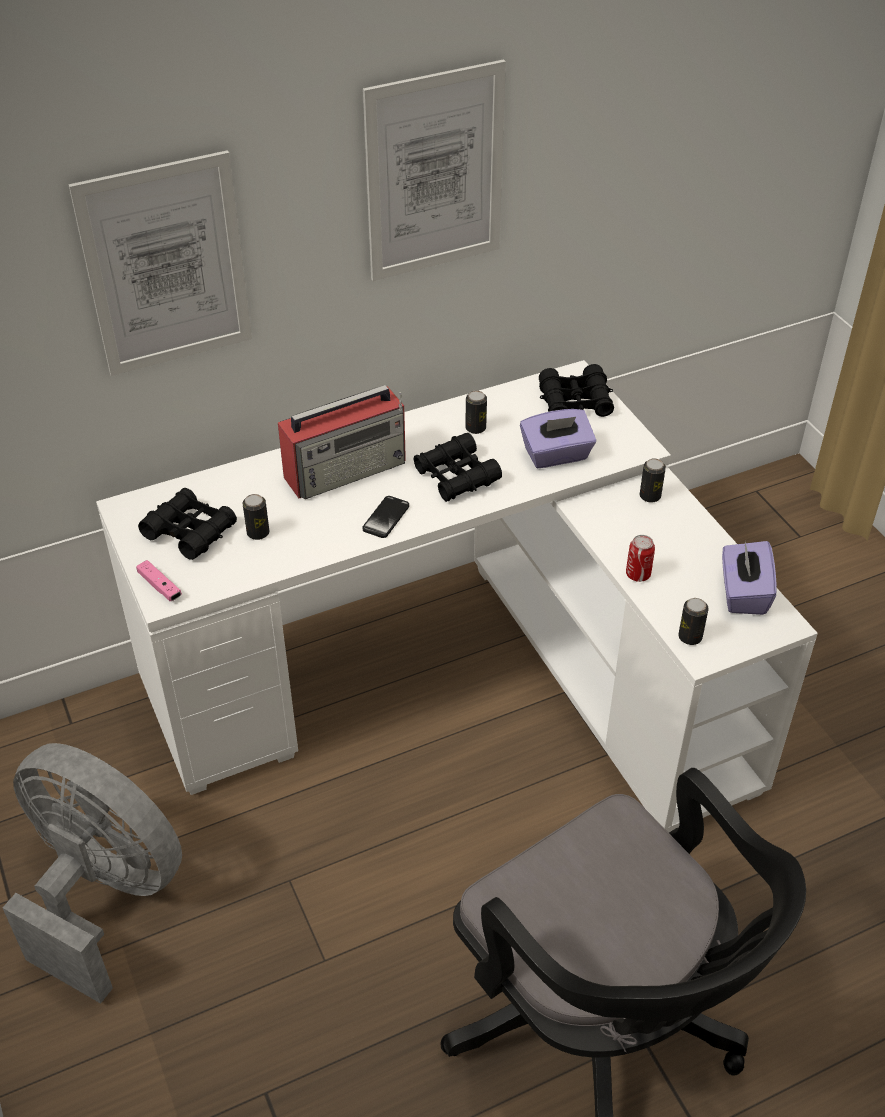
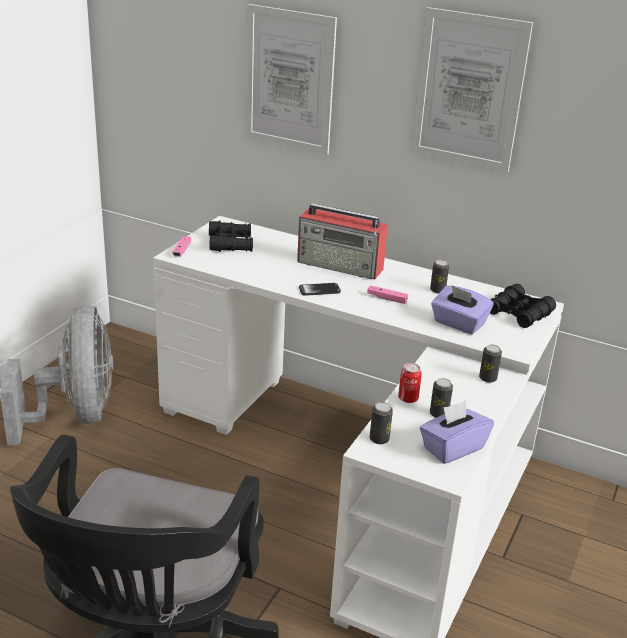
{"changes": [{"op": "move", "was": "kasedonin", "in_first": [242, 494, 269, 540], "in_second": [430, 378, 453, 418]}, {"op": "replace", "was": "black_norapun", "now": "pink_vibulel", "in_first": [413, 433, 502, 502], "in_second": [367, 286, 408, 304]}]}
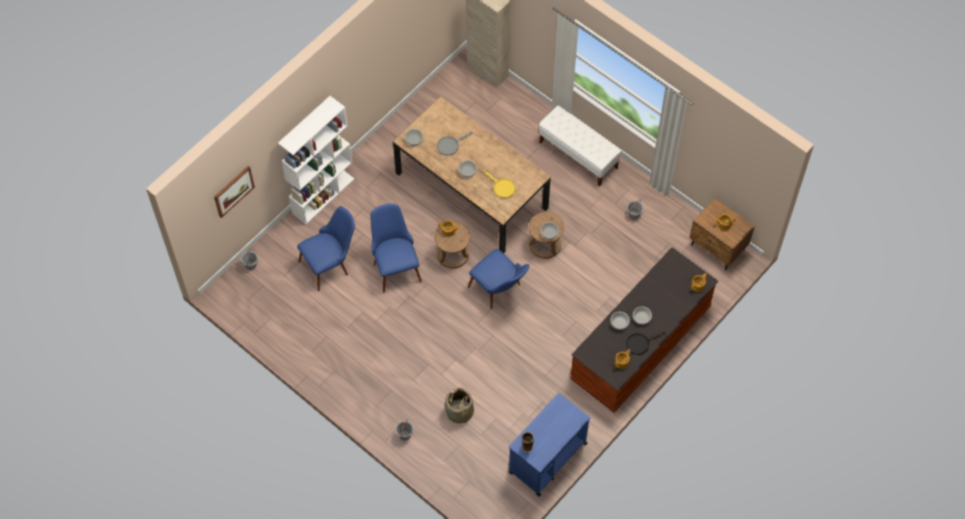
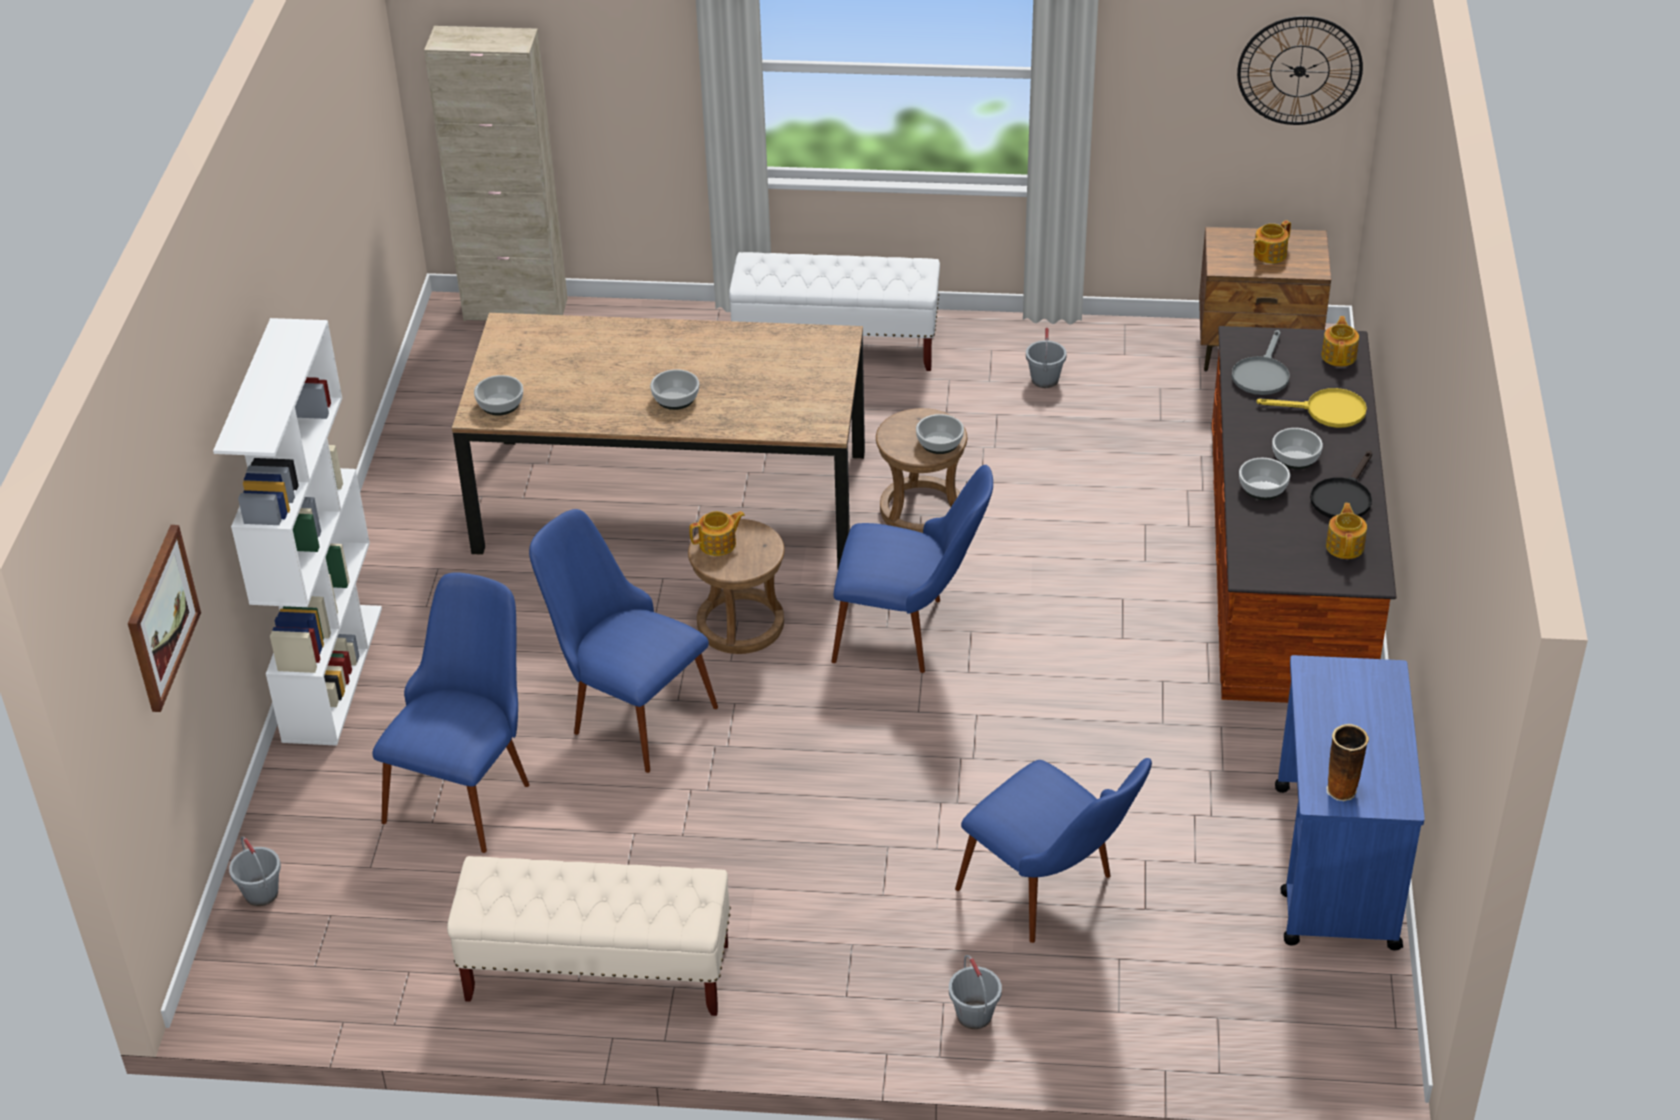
{"changes": [{"op": "insert", "now": "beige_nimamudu", "in_second": [447, 856, 731, 1016]}, {"op": "insert", "now": "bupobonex", "in_second": [1237, 16, 1363, 125]}, {"op": "move", "was": "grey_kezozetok", "in_first": [437, 132, 472, 156], "in_second": [1232, 330, 1290, 395]}, {"op": "move", "was": "yellow_kezozetok", "in_first": [483, 170, 515, 198], "in_second": [1256, 388, 1367, 428]}, {"op": "replace", "was": "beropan", "now": "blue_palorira", "in_first": [445, 387, 474, 424], "in_second": [955, 758, 1152, 943]}]}
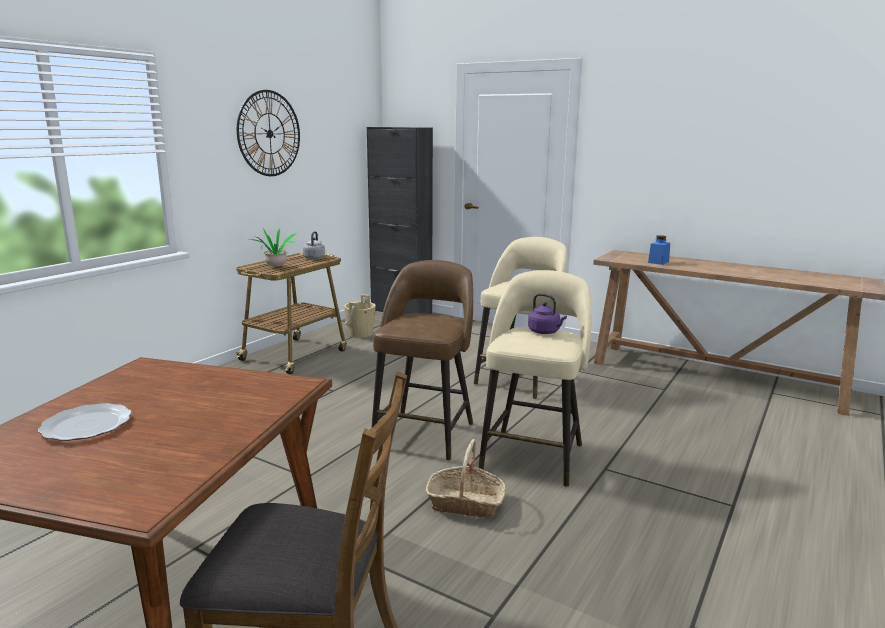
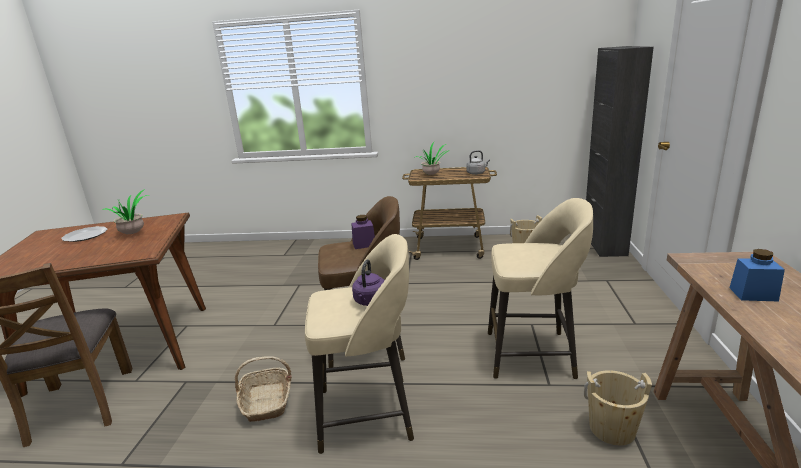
{"changes": [{"op": "delete", "was": "bupobonex", "in_first": [237, 90, 300, 176]}, {"op": "insert", "now": "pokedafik", "in_second": [102, 189, 150, 234]}, {"op": "insert", "now": "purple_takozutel", "in_second": [351, 215, 375, 249]}, {"op": "insert", "now": "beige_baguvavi", "in_second": [584, 370, 652, 446]}]}
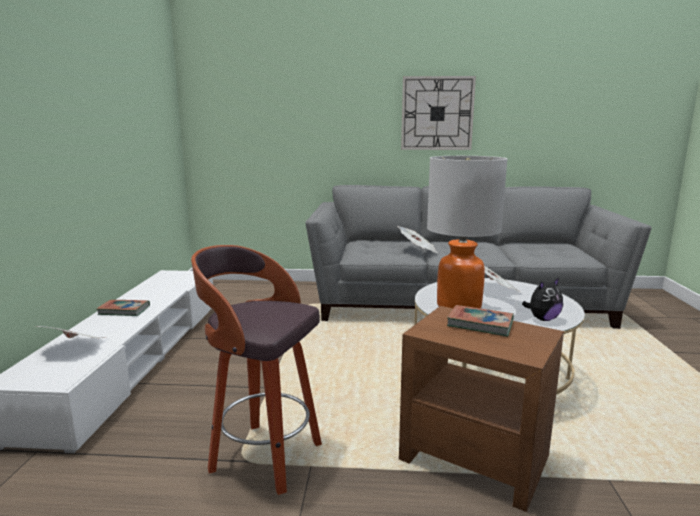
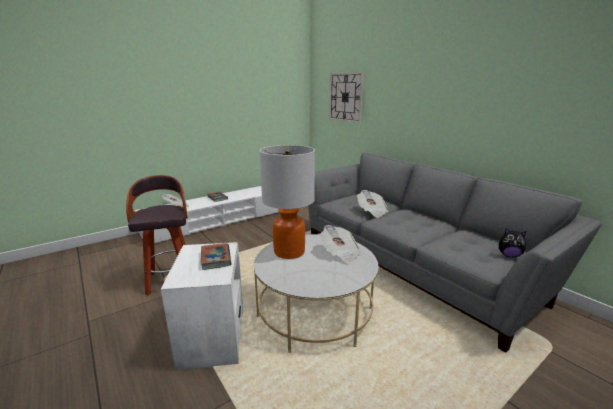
{"changes": [{"op": "move", "was": "bupobonex", "in_first": [401, 76, 476, 150], "in_second": [329, 72, 364, 123]}, {"op": "move", "was": "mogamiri", "in_first": [522, 278, 563, 321], "in_second": [499, 228, 526, 258]}, {"op": "recolor", "was": "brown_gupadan", "now": "white_gupadan", "in_first": [399, 306, 564, 512], "in_second": [161, 242, 243, 371]}]}
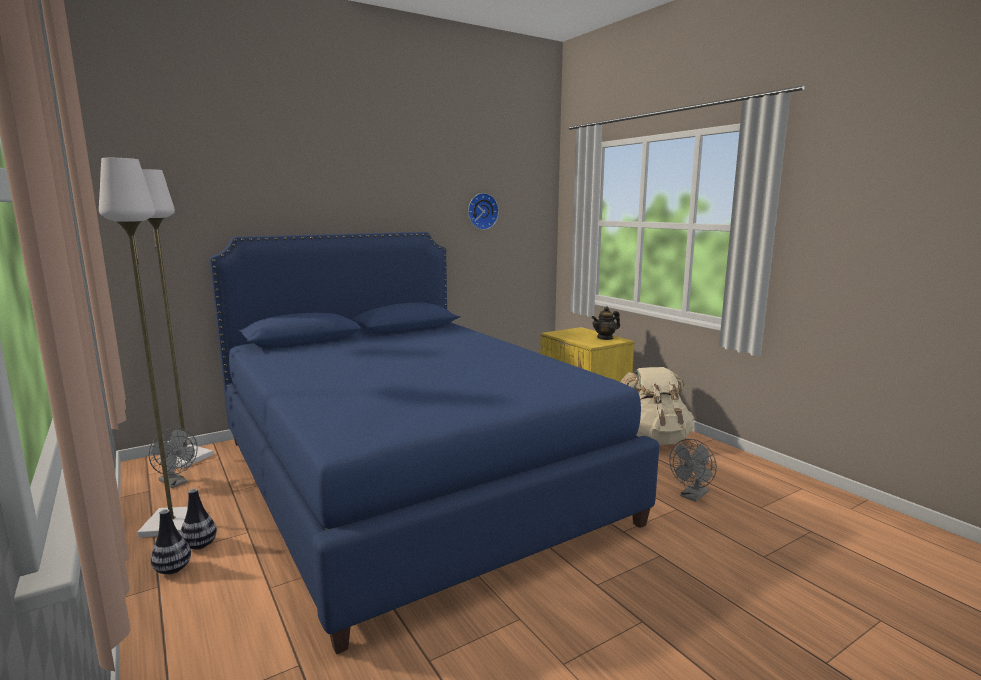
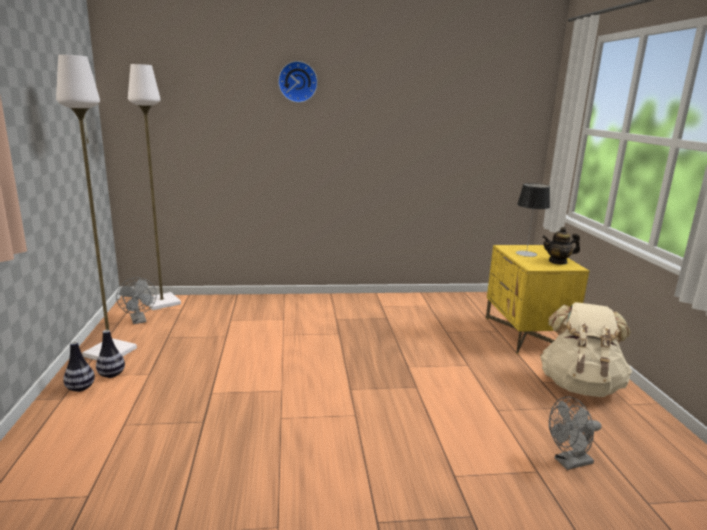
{"changes": [{"op": "delete", "was": "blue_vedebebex", "in_first": [209, 232, 659, 654]}, {"op": "insert", "now": "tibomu", "in_second": [516, 183, 550, 257]}, {"op": "move", "was": "bupobonex", "in_first": [468, 193, 499, 230], "in_second": [278, 61, 318, 103]}]}
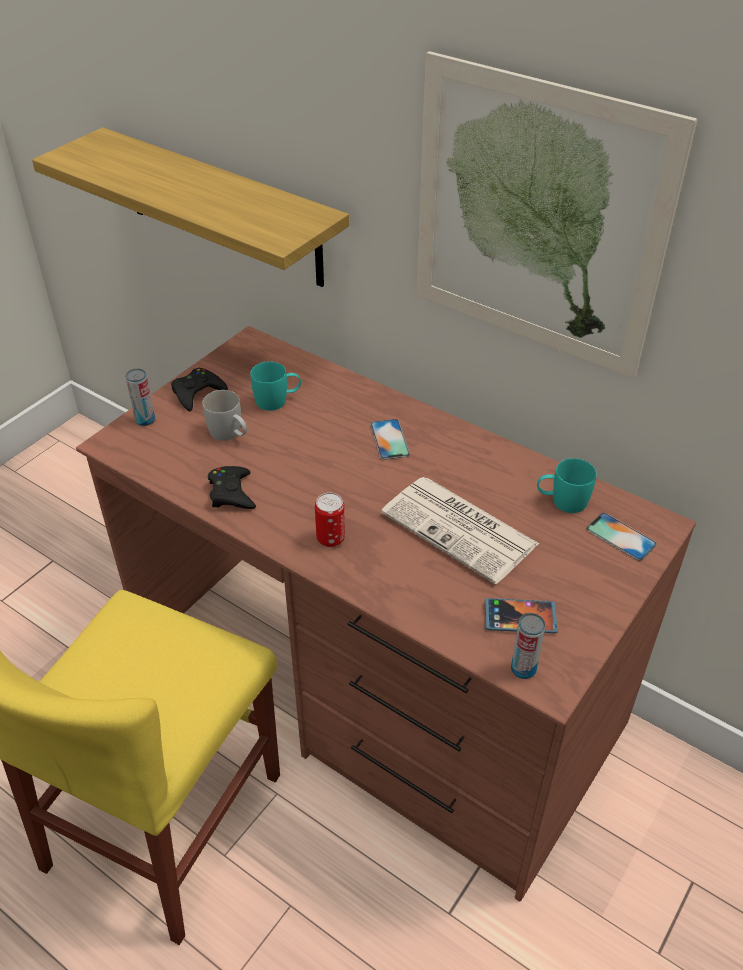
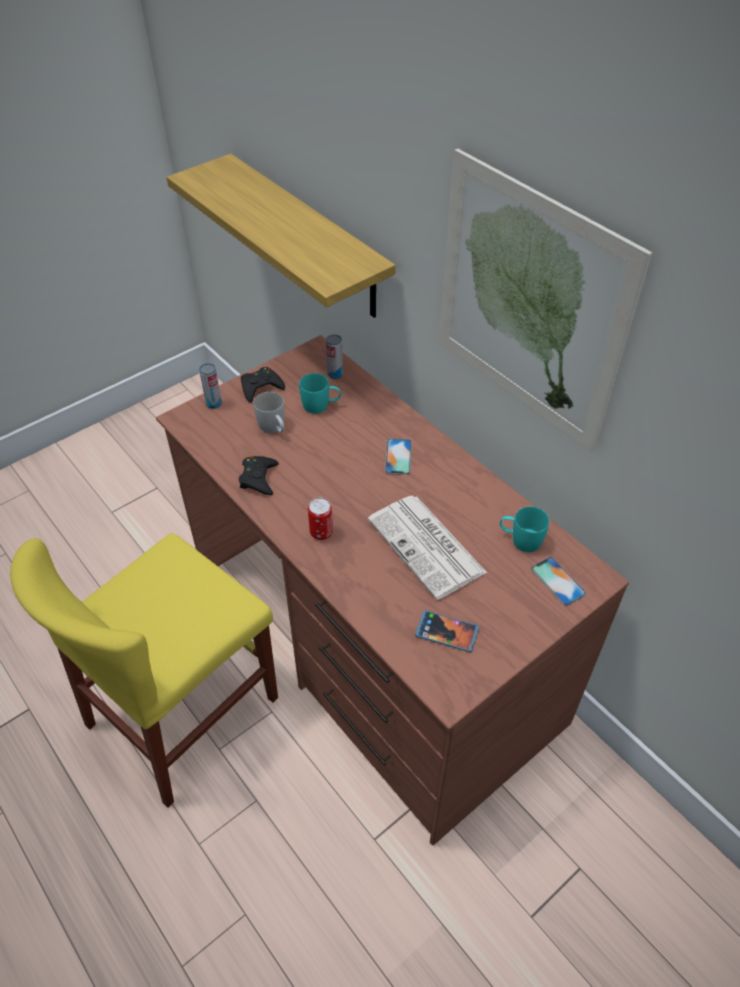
{"changes": [{"op": "move", "was": "kasedonin", "in_first": [511, 613, 546, 679], "in_second": [326, 334, 343, 379]}]}
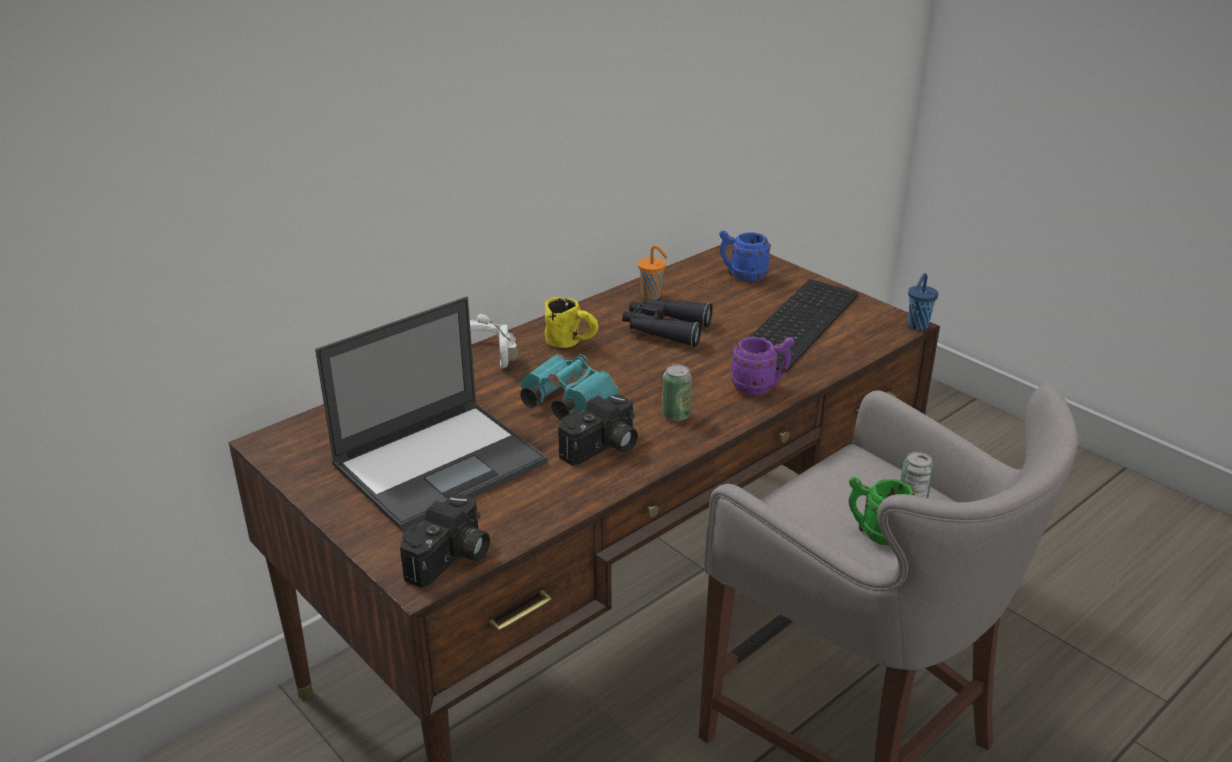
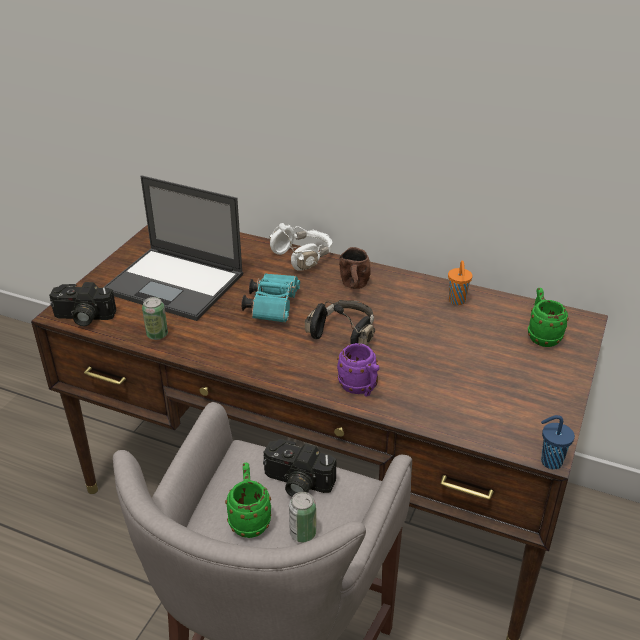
{"changes": [{"op": "delete", "was": "black_norapun", "in_first": [622, 298, 713, 347]}, {"op": "delete", "was": "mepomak", "in_first": [750, 279, 858, 373]}, {"op": "insert", "now": "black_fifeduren", "in_second": [305, 300, 375, 345]}, {"op": "move", "was": "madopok", "in_first": [558, 394, 638, 465], "in_second": [263, 439, 336, 497]}, {"op": "move", "was": "kasedonin", "in_first": [662, 364, 692, 421], "in_second": [142, 297, 168, 340]}, {"op": "recolor", "was": "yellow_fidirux", "now": "brown_fidirux", "in_first": [545, 297, 598, 348], "in_second": [339, 247, 371, 289]}, {"op": "recolor", "was": "blue_fidirux", "now": "green_fidirux", "in_first": [719, 230, 771, 281], "in_second": [528, 288, 569, 347]}]}
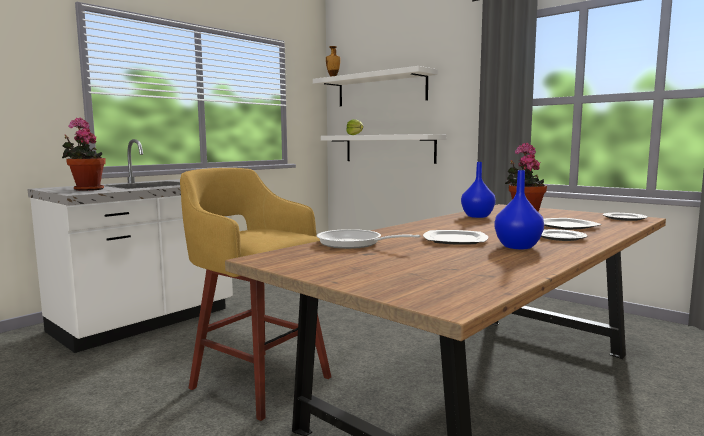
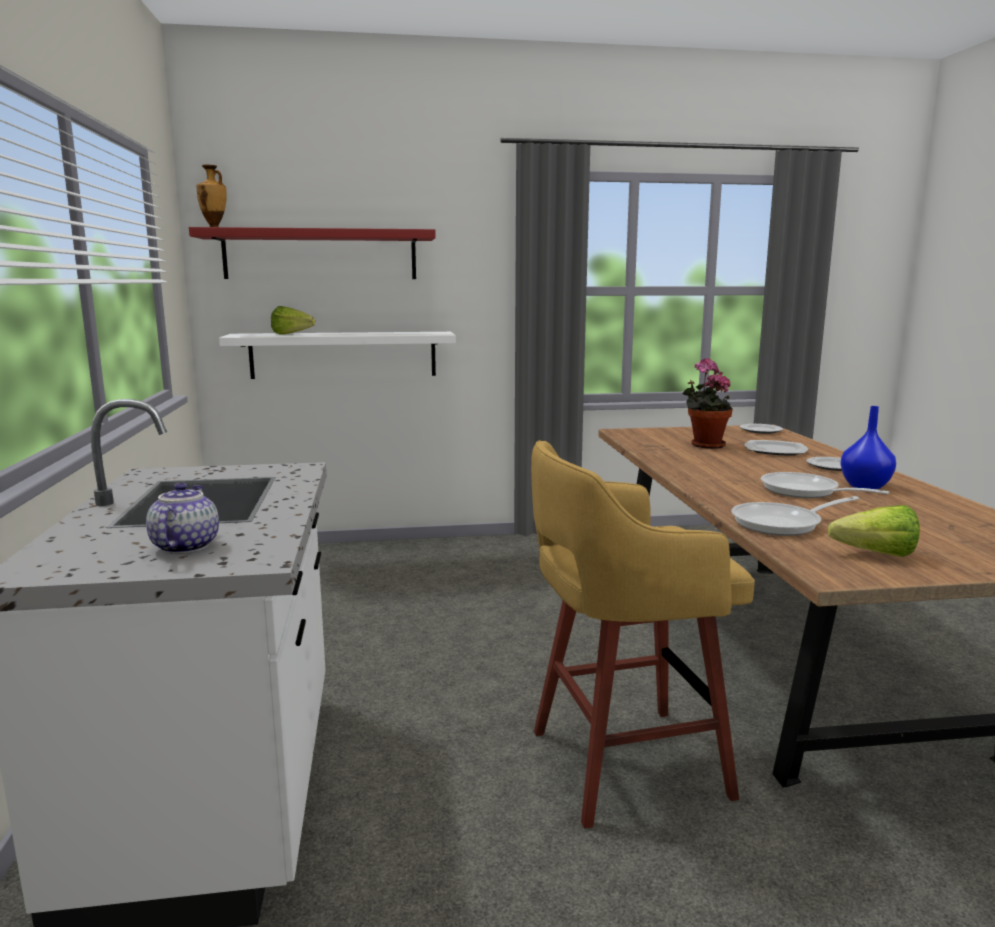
{"changes": [{"op": "delete", "was": "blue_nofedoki", "in_first": [461, 162, 496, 218]}, {"op": "insert", "now": "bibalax", "in_second": [828, 505, 920, 557]}, {"op": "replace", "was": "pokedafik", "now": "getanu", "in_first": [62, 118, 106, 191], "in_second": [146, 483, 219, 554]}, {"op": "replace", "was": "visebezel", "now": "kezozetok", "in_first": [423, 230, 488, 245], "in_second": [761, 472, 889, 498]}, {"op": "recolor", "was": "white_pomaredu", "now": "red_pomaredu", "in_first": [313, 66, 438, 106], "in_second": [189, 227, 436, 279]}]}
